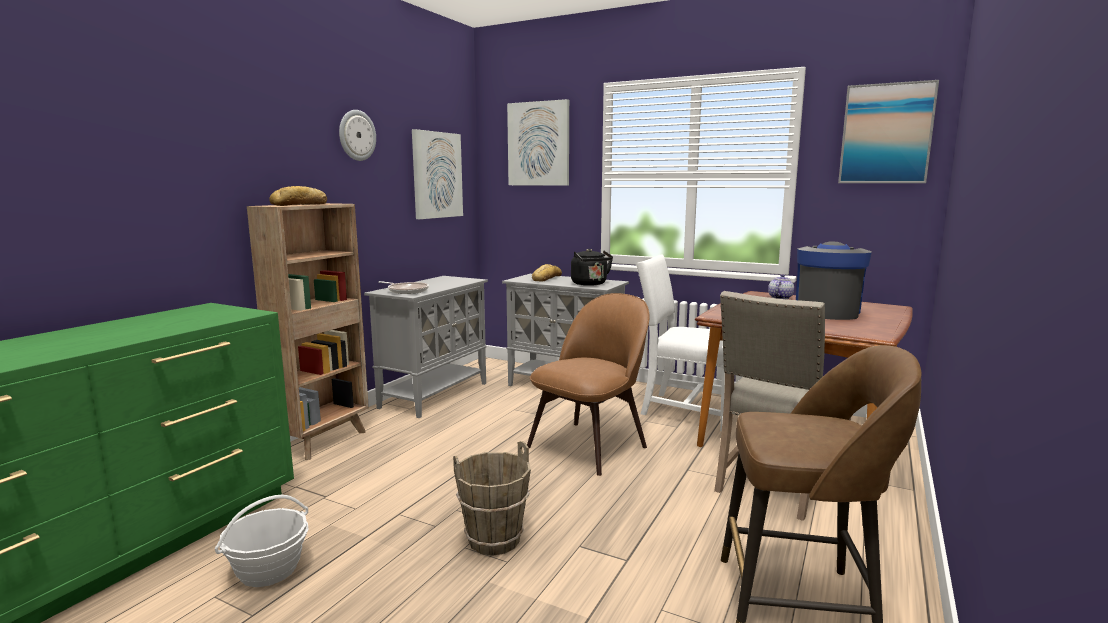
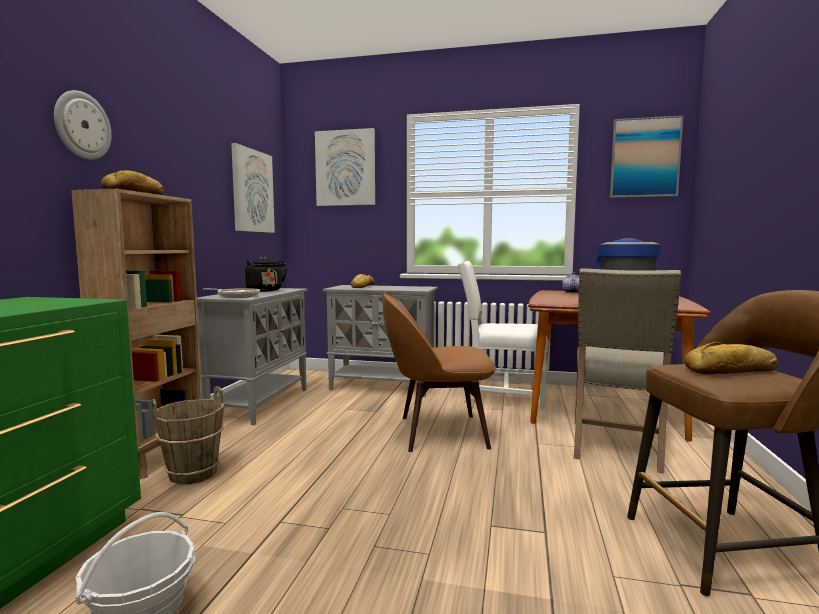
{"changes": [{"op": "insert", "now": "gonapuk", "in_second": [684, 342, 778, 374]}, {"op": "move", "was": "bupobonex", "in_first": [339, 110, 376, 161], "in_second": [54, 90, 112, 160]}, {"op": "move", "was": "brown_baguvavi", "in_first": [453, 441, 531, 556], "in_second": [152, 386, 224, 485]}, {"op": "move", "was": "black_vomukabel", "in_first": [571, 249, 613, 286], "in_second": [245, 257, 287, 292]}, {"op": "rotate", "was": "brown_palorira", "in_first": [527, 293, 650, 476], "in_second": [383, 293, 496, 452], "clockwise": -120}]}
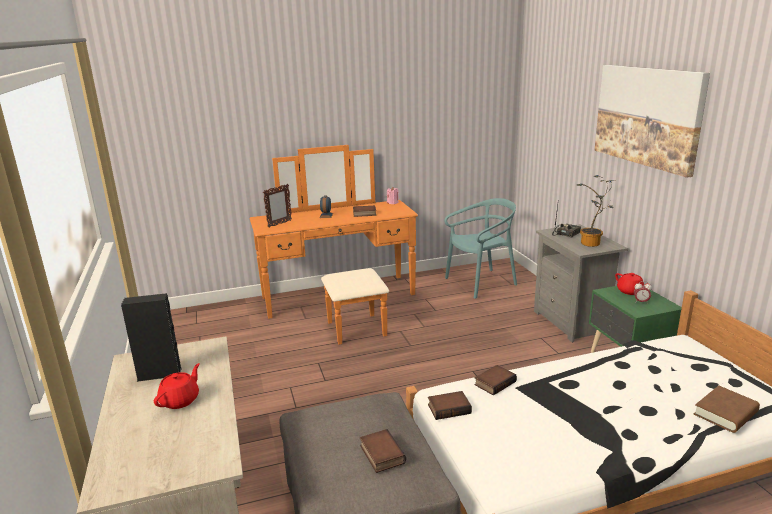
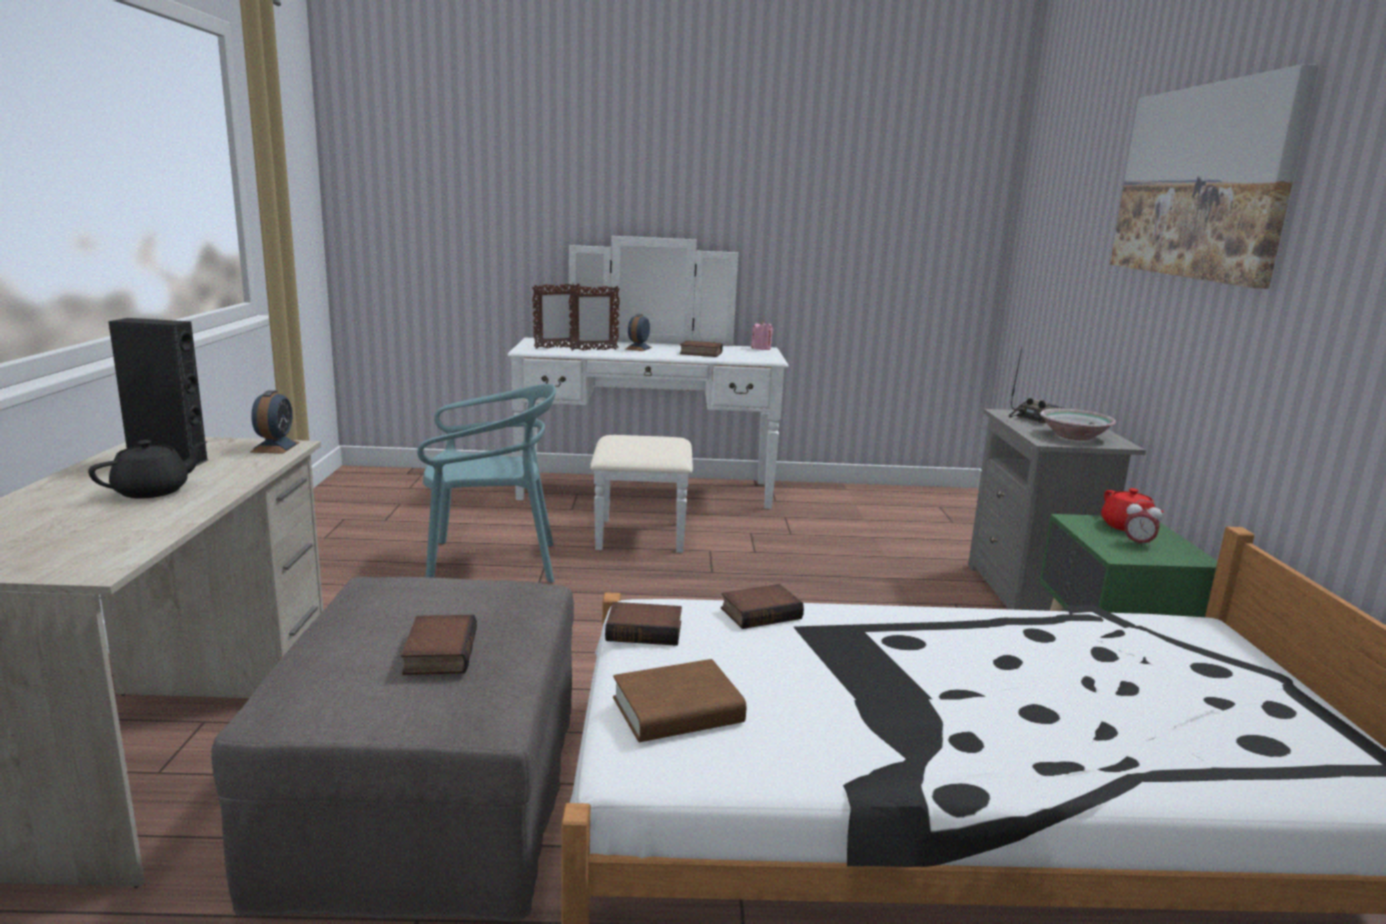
{"changes": [{"op": "insert", "now": "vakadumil", "in_second": [250, 390, 300, 454]}, {"op": "insert", "now": "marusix", "in_second": [568, 285, 620, 351]}, {"op": "move", "was": "turquoise_palorira", "in_first": [444, 198, 517, 299], "in_second": [417, 384, 556, 583]}, {"op": "move", "was": "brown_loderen", "in_first": [694, 385, 760, 433], "in_second": [613, 659, 746, 742]}, {"op": "replace", "was": "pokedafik", "now": "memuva", "in_first": [576, 175, 616, 247], "in_second": [1040, 408, 1116, 440]}, {"op": "recolor", "was": "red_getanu", "now": "black_getanu", "in_first": [154, 363, 199, 409], "in_second": [88, 440, 207, 499]}, {"op": "recolor", "was": "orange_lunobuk", "now": "white_lunobuk", "in_first": [250, 145, 418, 345], "in_second": [507, 236, 788, 553]}]}
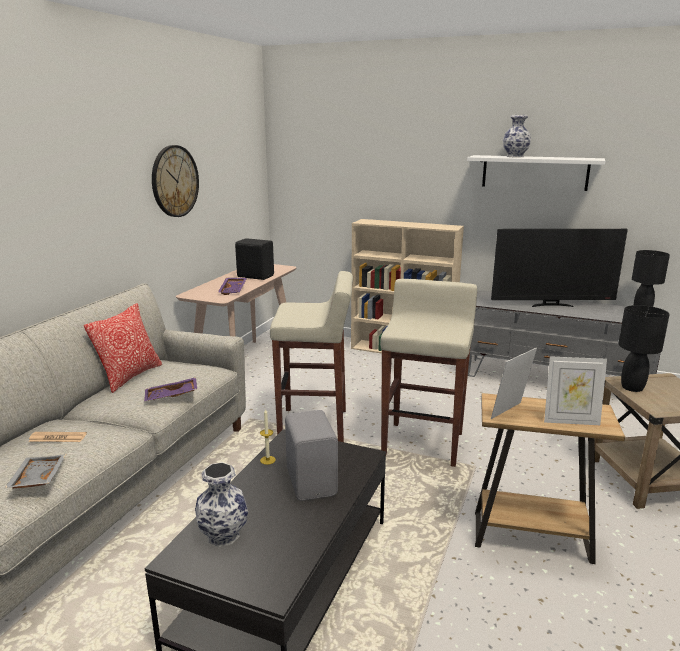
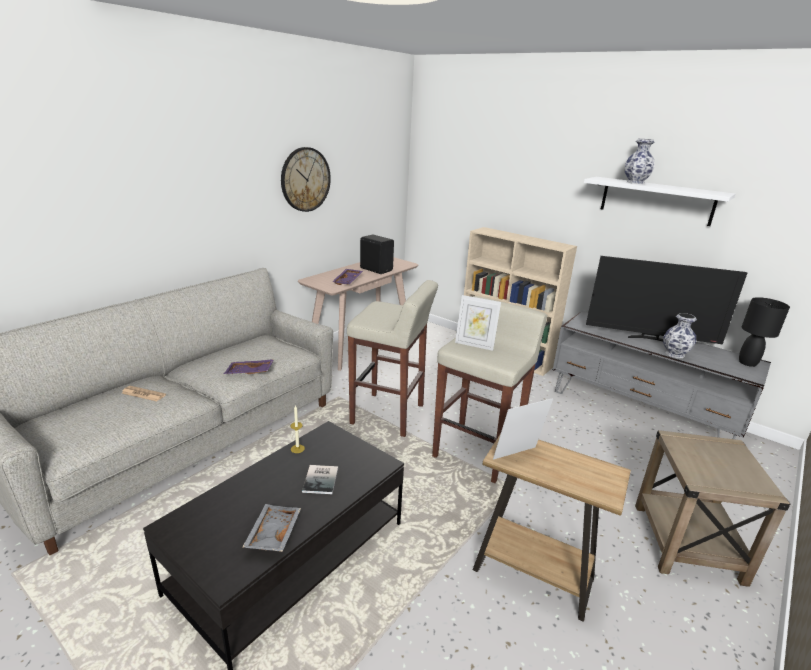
{"changes": [{"op": "delete", "was": "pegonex", "in_first": [84, 303, 162, 393]}, {"op": "delete", "was": "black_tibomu", "in_first": [618, 305, 669, 392]}, {"op": "move", "was": "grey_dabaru", "in_first": [5, 455, 66, 489], "in_second": [242, 504, 301, 552]}, {"op": "move", "was": "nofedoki", "in_first": [195, 462, 248, 547], "in_second": [663, 313, 697, 358]}, {"op": "move", "was": "marusix", "in_first": [544, 356, 607, 425], "in_second": [455, 295, 501, 351]}, {"op": "replace", "was": "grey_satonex", "now": "loderen", "in_first": [285, 410, 338, 501], "in_second": [302, 465, 338, 494]}]}
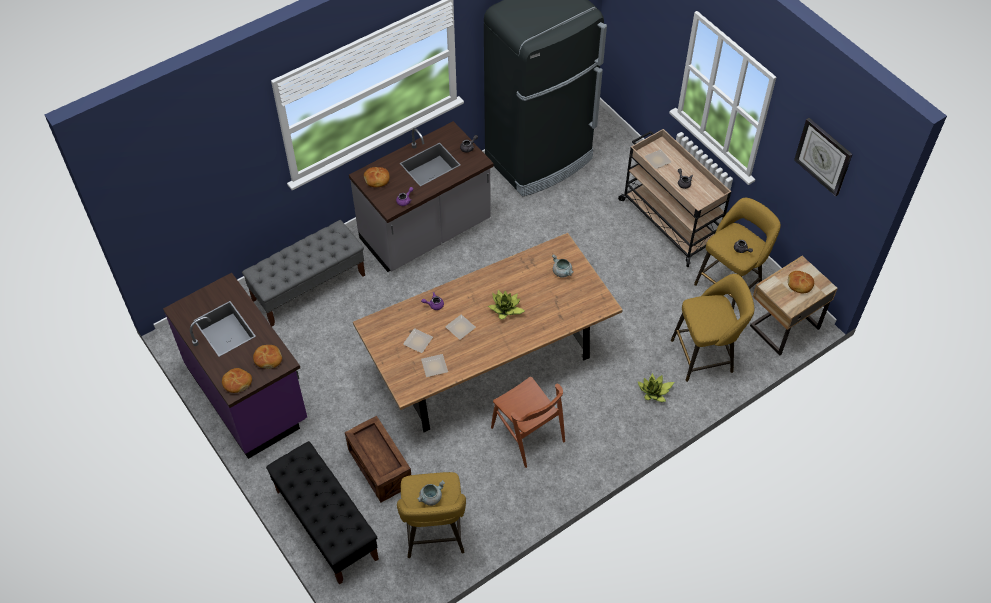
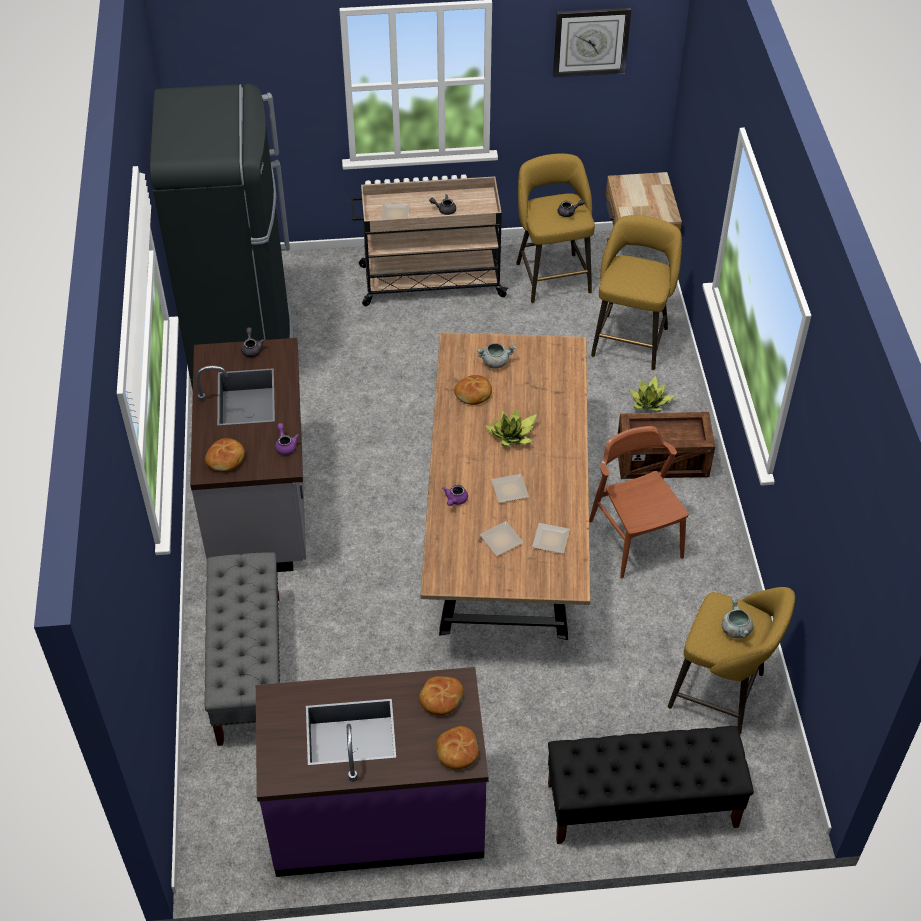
{"changes": [{"op": "move", "was": "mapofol", "in_first": [345, 416, 411, 502], "in_second": [618, 412, 715, 479]}, {"op": "move", "was": "gonapuk", "in_first": [788, 271, 814, 293], "in_second": [454, 375, 492, 405]}, {"op": "rotate", "was": "brown_palorira", "in_first": [491, 377, 565, 468], "in_second": [589, 426, 689, 578], "clockwise": -105}]}
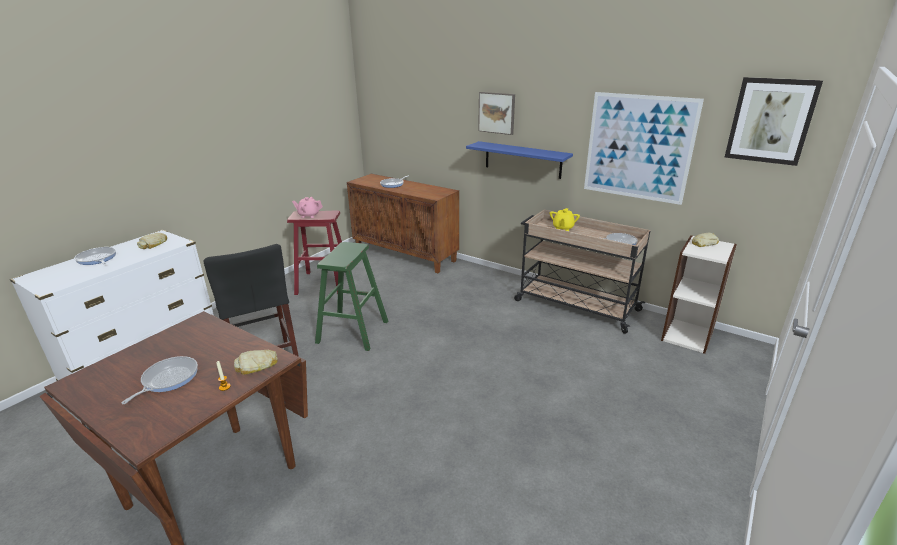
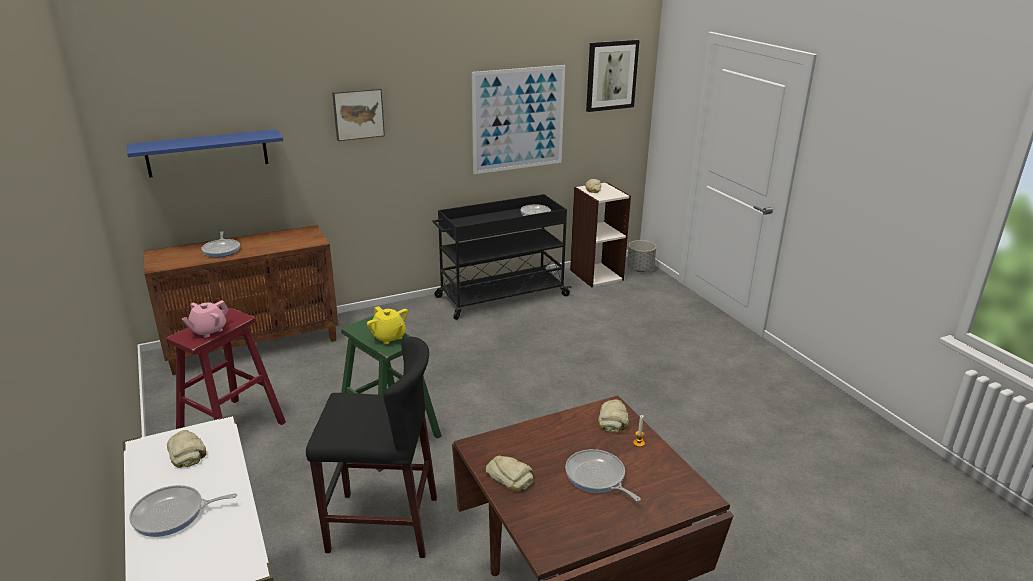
{"changes": [{"op": "insert", "now": "gonapuk", "in_second": [486, 456, 534, 492]}, {"op": "insert", "now": "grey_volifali", "in_second": [627, 240, 656, 272]}, {"op": "move", "was": "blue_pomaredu", "in_first": [466, 141, 573, 179], "in_second": [127, 129, 283, 178]}, {"op": "move", "was": "yellow_getanu", "in_first": [550, 208, 580, 231], "in_second": [367, 306, 408, 344]}, {"op": "recolor", "was": "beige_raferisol", "now": "black_raferisol", "in_first": [514, 210, 650, 334], "in_second": [432, 194, 572, 320]}]}
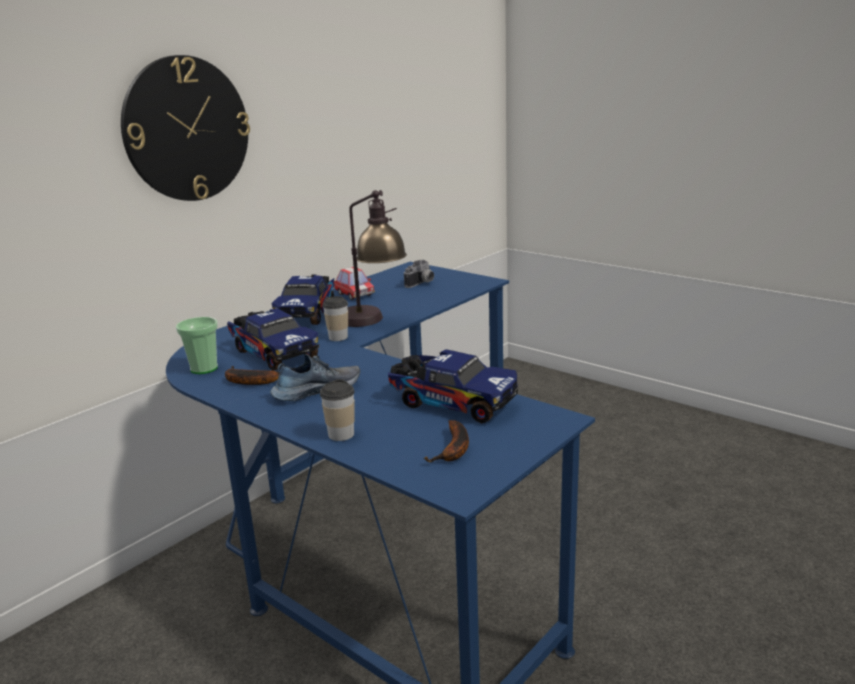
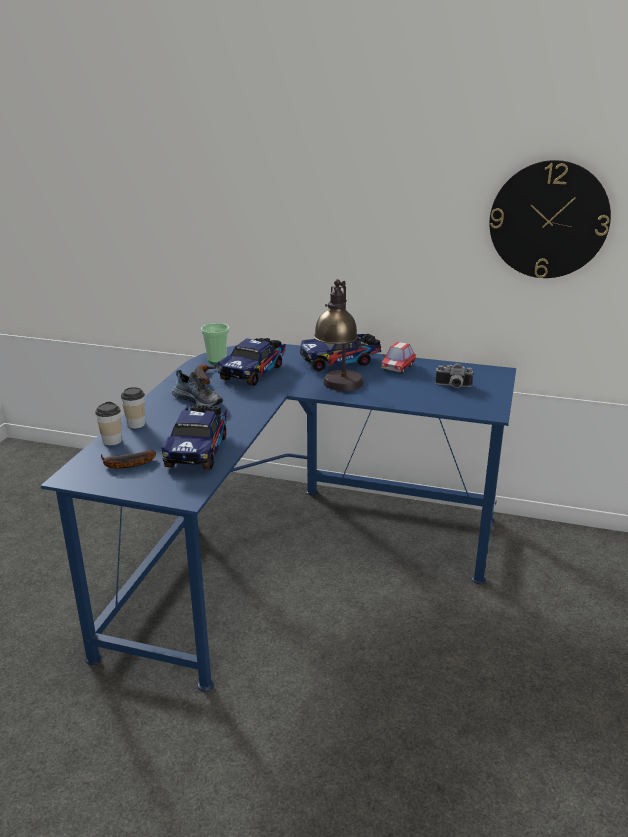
{"changes": [{"op": "move", "was": "bupobonex", "in_first": [121, 55, 250, 201], "in_second": [489, 160, 611, 278]}, {"op": "move", "was": "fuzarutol", "in_first": [323, 296, 348, 341], "in_second": [95, 402, 122, 446]}]}
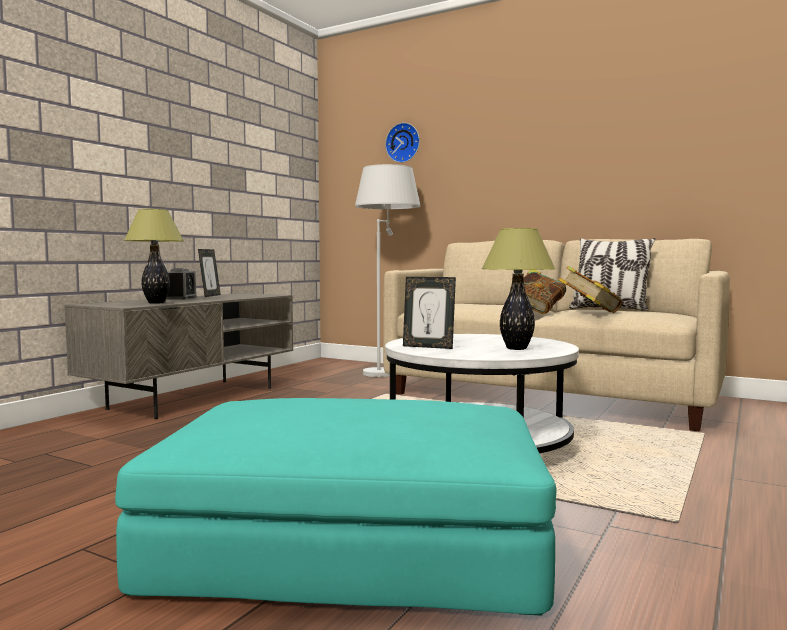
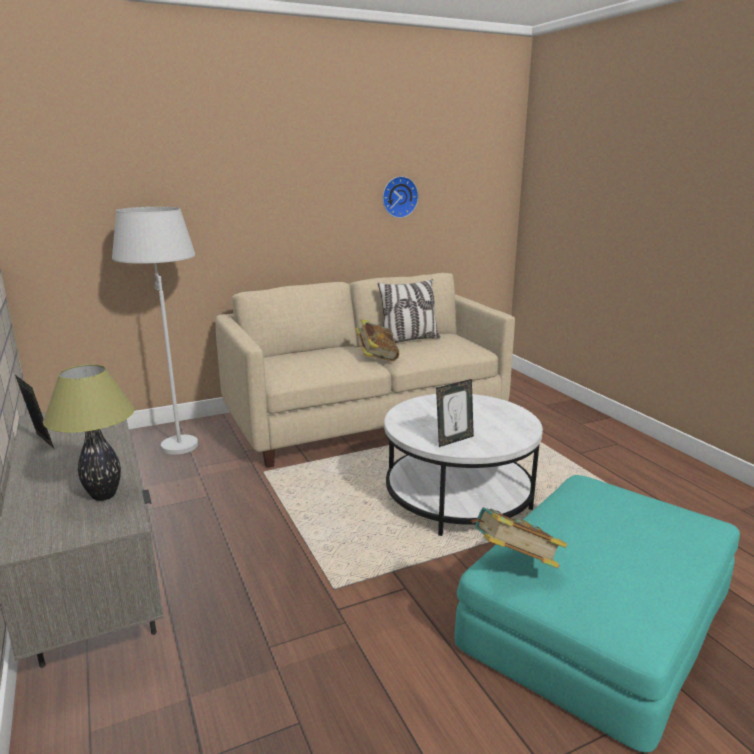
{"changes": [{"op": "delete", "was": "vakadumil", "in_first": [166, 268, 197, 300]}, {"op": "delete", "was": "tibomu", "in_first": [481, 228, 556, 350]}, {"op": "move", "was": "bupobonex", "in_first": [385, 123, 420, 163], "in_second": [383, 176, 419, 218]}, {"op": "move", "was": "loderen", "in_first": [559, 266, 622, 313], "in_second": [471, 507, 567, 568]}]}
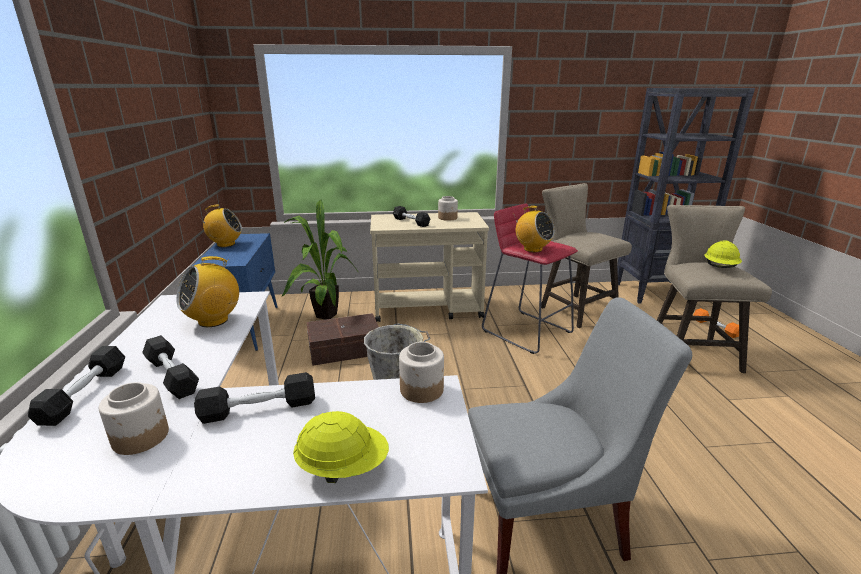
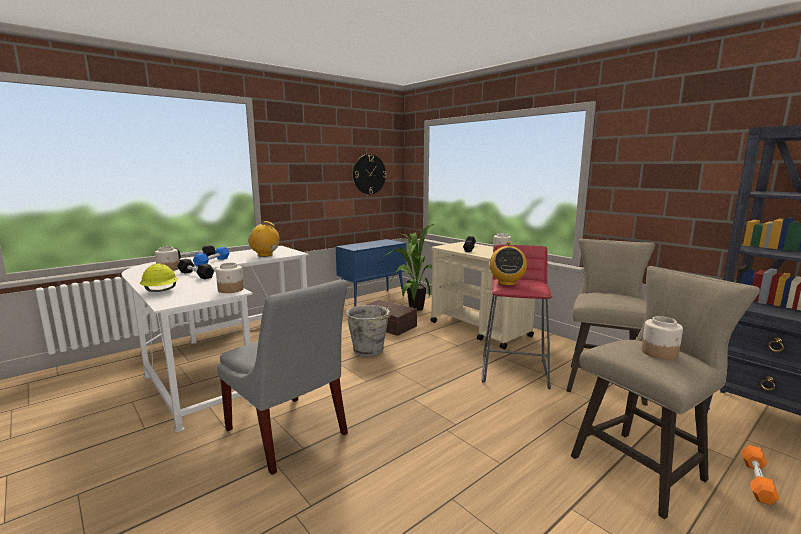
{"changes": [{"op": "delete", "was": "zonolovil", "in_first": [197, 205, 242, 247]}, {"op": "insert", "now": "bupobonex", "in_second": [353, 154, 386, 194]}, {"op": "replace", "was": "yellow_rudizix", "now": "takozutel", "in_first": [704, 241, 742, 268], "in_second": [641, 316, 683, 360]}, {"op": "recolor", "was": "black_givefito", "now": "blue_givefito", "in_first": [142, 335, 199, 399], "in_second": [193, 247, 229, 267]}]}
